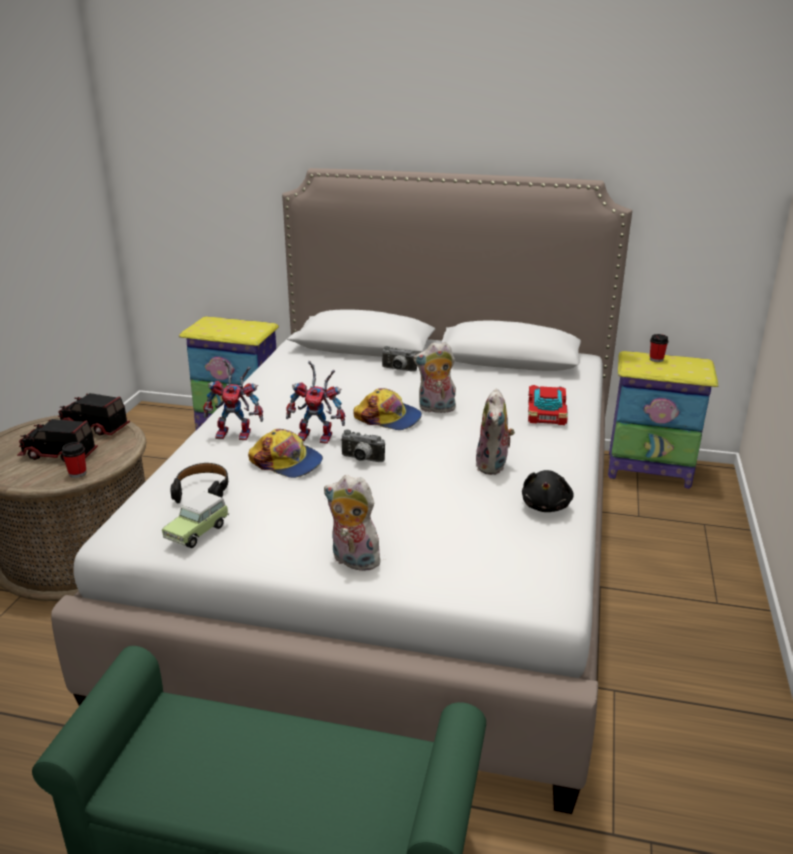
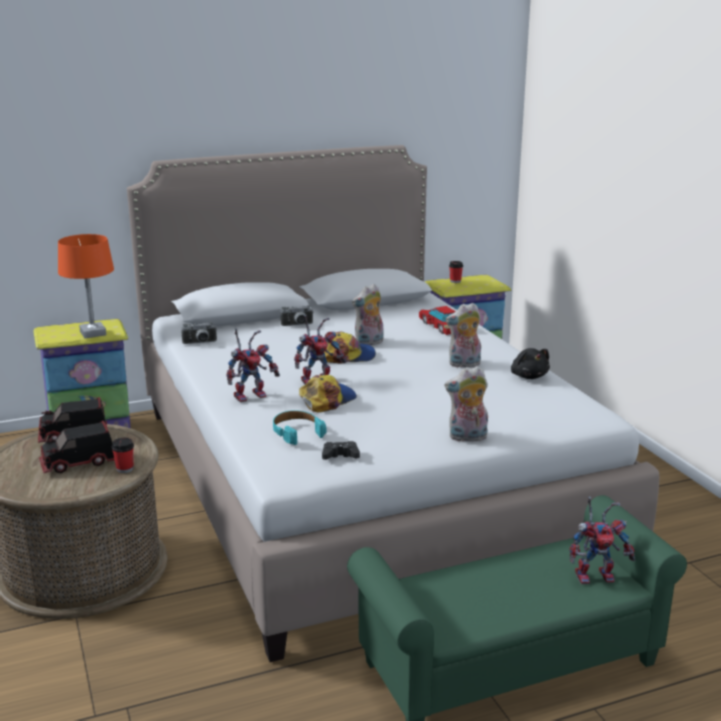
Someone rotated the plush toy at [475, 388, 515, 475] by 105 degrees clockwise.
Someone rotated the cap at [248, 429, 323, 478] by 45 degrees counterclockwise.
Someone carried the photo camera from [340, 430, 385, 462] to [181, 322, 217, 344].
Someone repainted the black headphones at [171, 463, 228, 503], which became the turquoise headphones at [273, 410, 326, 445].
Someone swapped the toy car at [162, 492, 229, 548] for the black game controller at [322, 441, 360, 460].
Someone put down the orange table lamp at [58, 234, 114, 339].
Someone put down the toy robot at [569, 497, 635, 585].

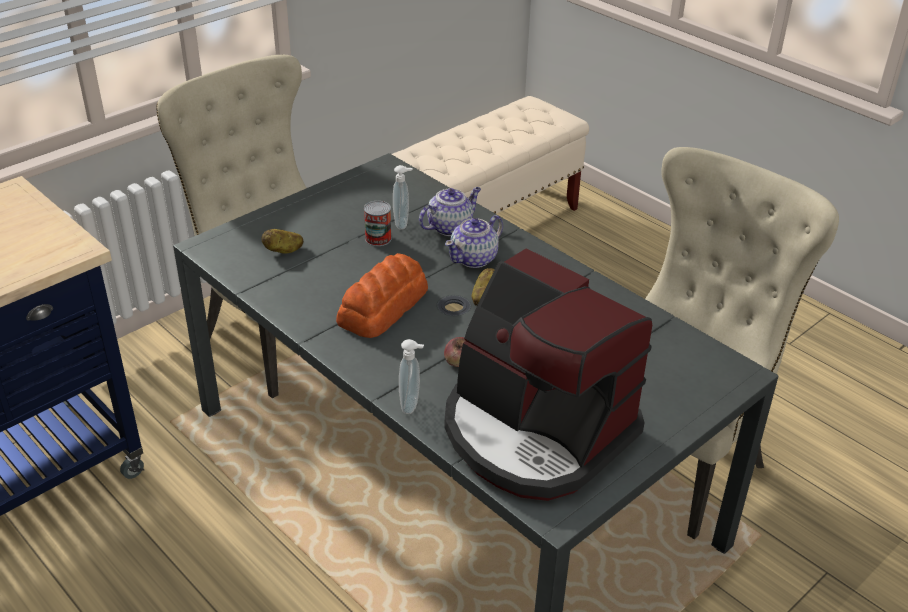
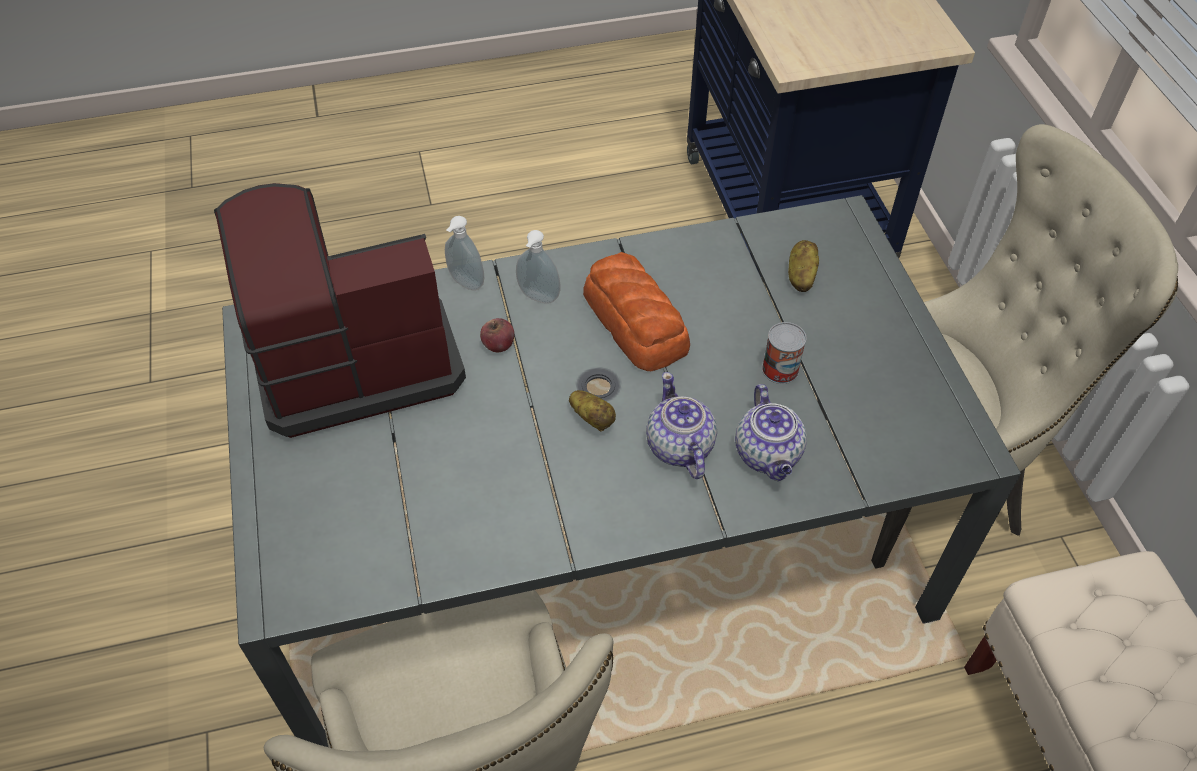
Someone carried the soap dispenser from [393, 165, 412, 230] to [516, 230, 560, 304].

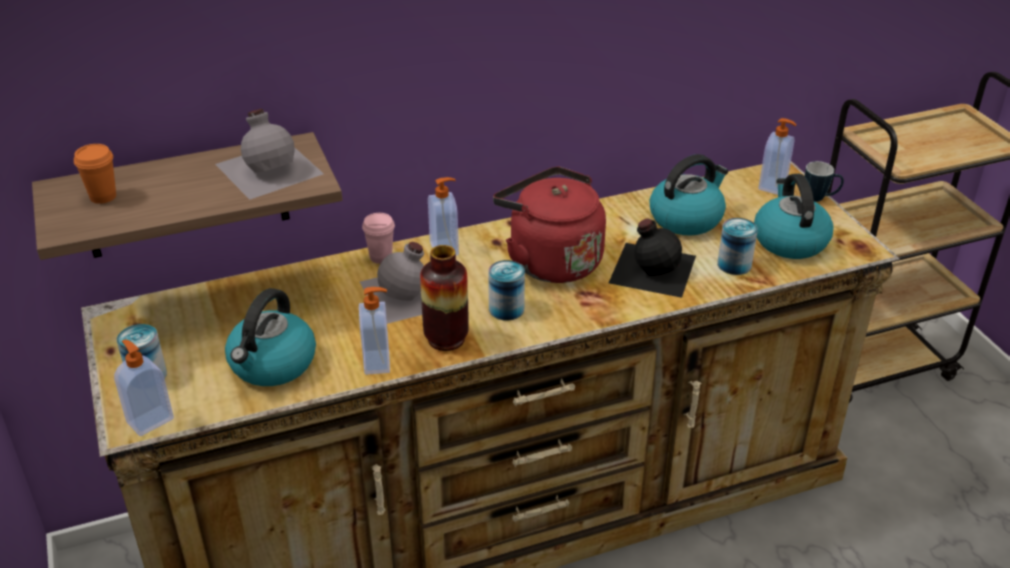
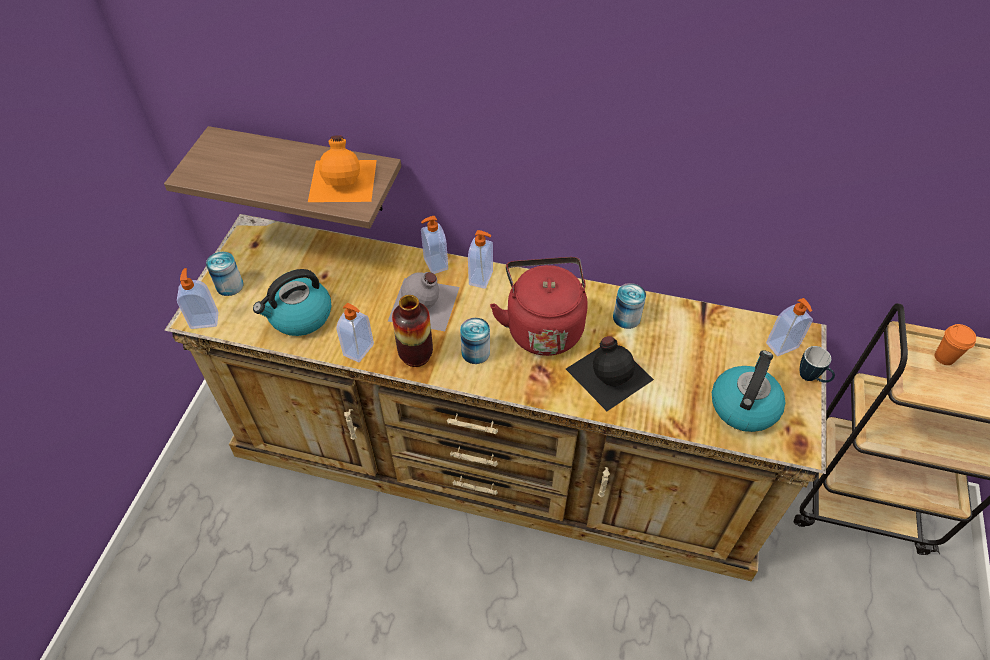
Someone repainted the grey bottle at [215, 109, 324, 199], which became the orange bottle at [308, 135, 377, 202].
Someone carried the orange cup from [74, 144, 116, 204] to [935, 324, 976, 365].
Someone took away the kettle at [650, 154, 728, 235].
Someone swapped the pink cup at [362, 213, 395, 264] for the soap dispenser at [421, 216, 448, 274].
Someone carried the can from [717, 218, 758, 275] to [613, 283, 646, 329].

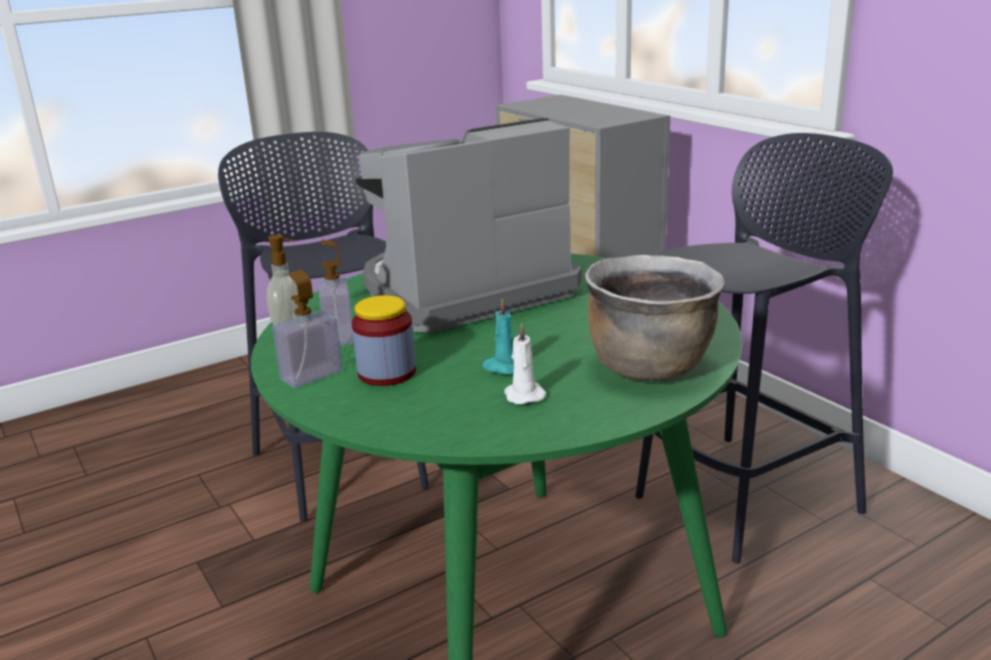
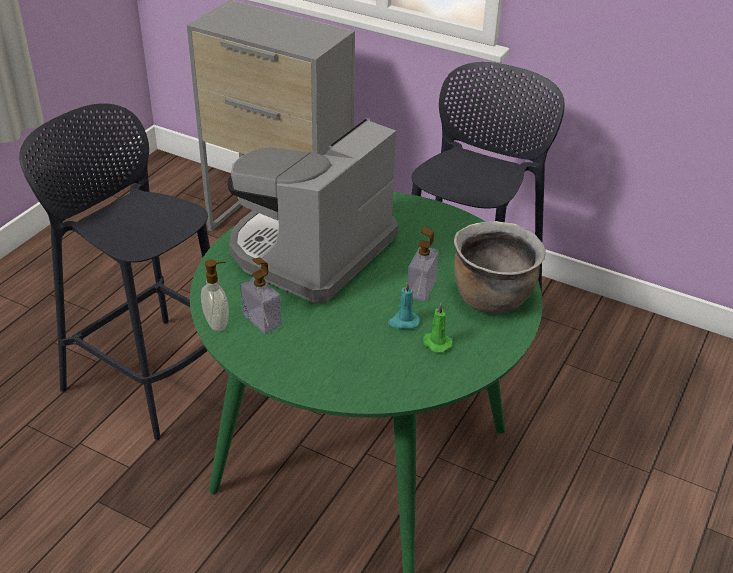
Someone carried the soap dispenser from [272, 270, 343, 388] to [407, 226, 439, 302].
Someone took away the jar at [352, 295, 416, 386].
Someone repainted the white candle at [504, 323, 546, 404], which became the green candle at [423, 304, 453, 353].

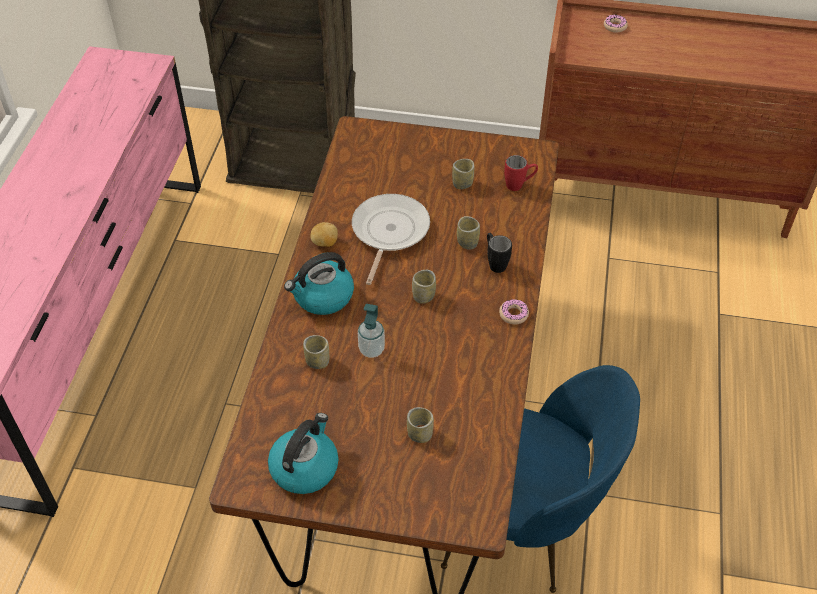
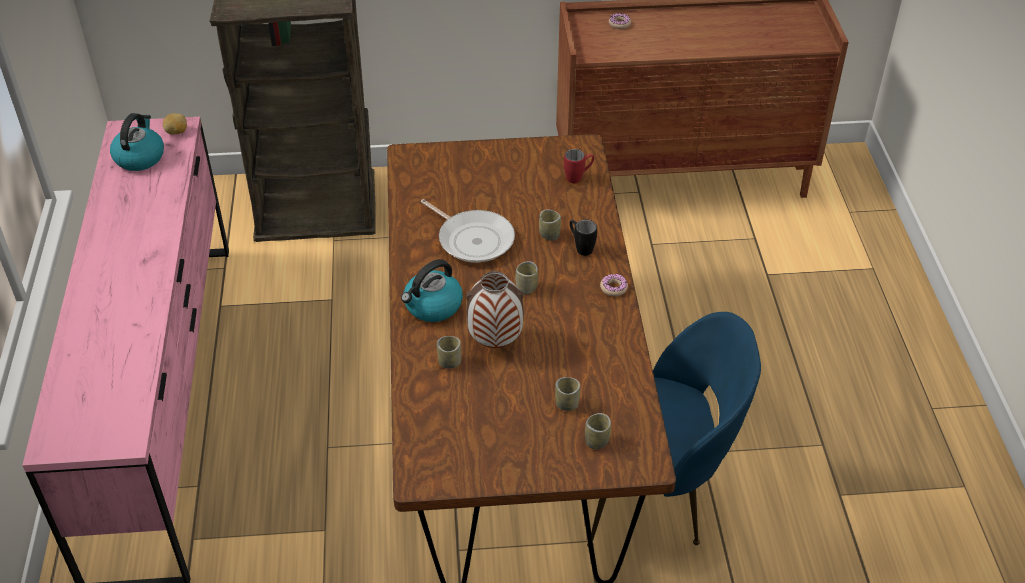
Someone carried the cup from [452, 159, 474, 189] to [585, 413, 611, 449].
Someone rotated the frying pan at [352, 194, 430, 285] by 135 degrees clockwise.
Someone carried the potato from [310, 222, 338, 247] to [163, 113, 187, 135].
Someone swapped the soap dispenser at [358, 304, 385, 358] for the vase at [466, 271, 524, 348].
Someone carried the kettle from [268, 413, 339, 494] to [110, 113, 164, 171].

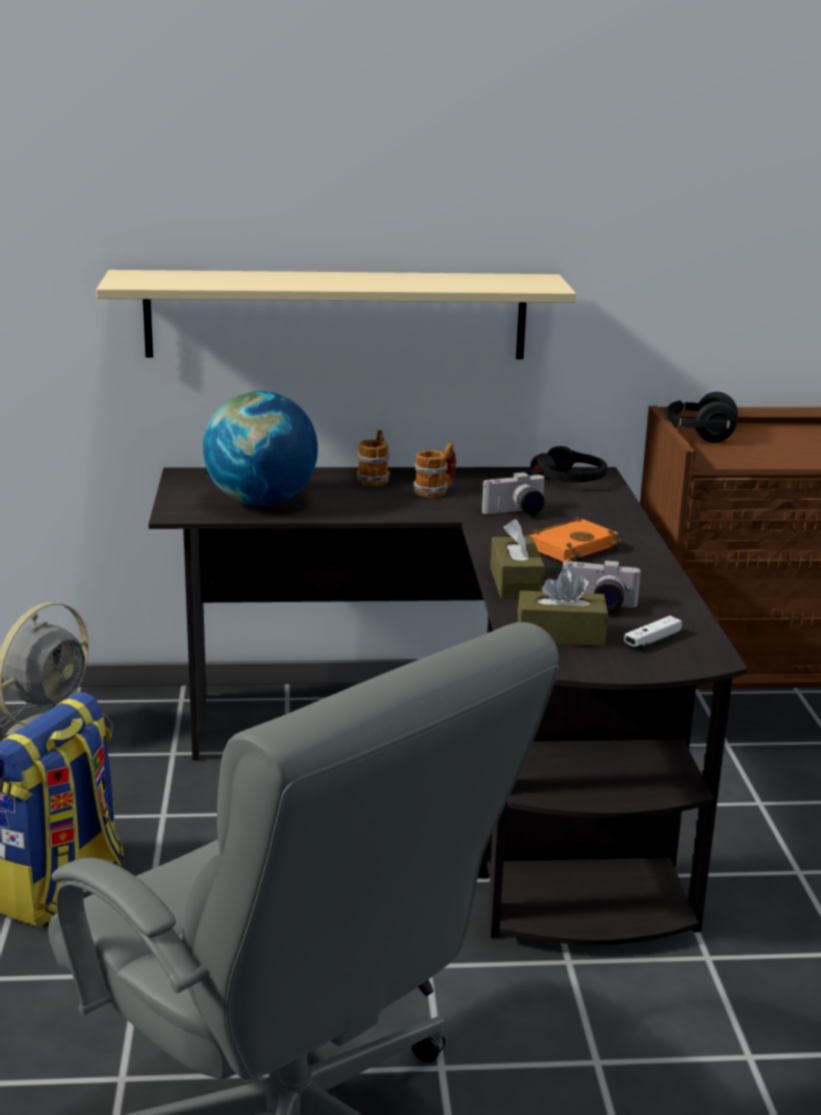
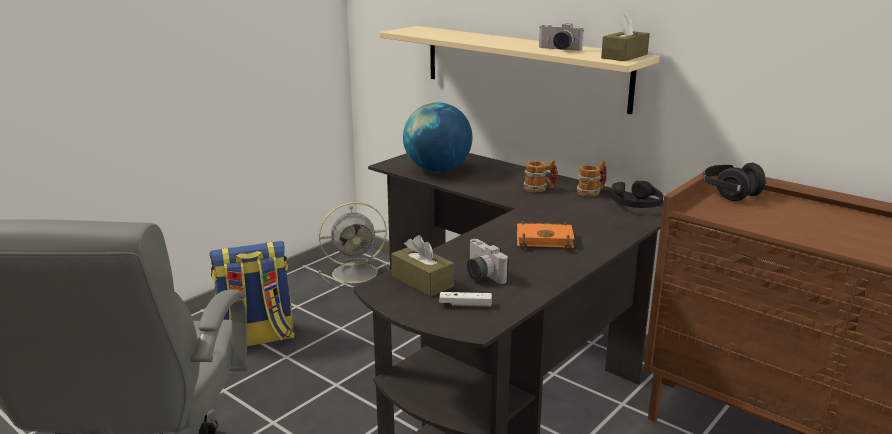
Someone carried the mug from [356, 430, 390, 486] to [577, 160, 607, 197].
Someone carried the photo camera from [481, 472, 546, 515] to [539, 23, 584, 51].
Someone carried the brown tissue box from [490, 519, 545, 599] to [601, 13, 650, 61].

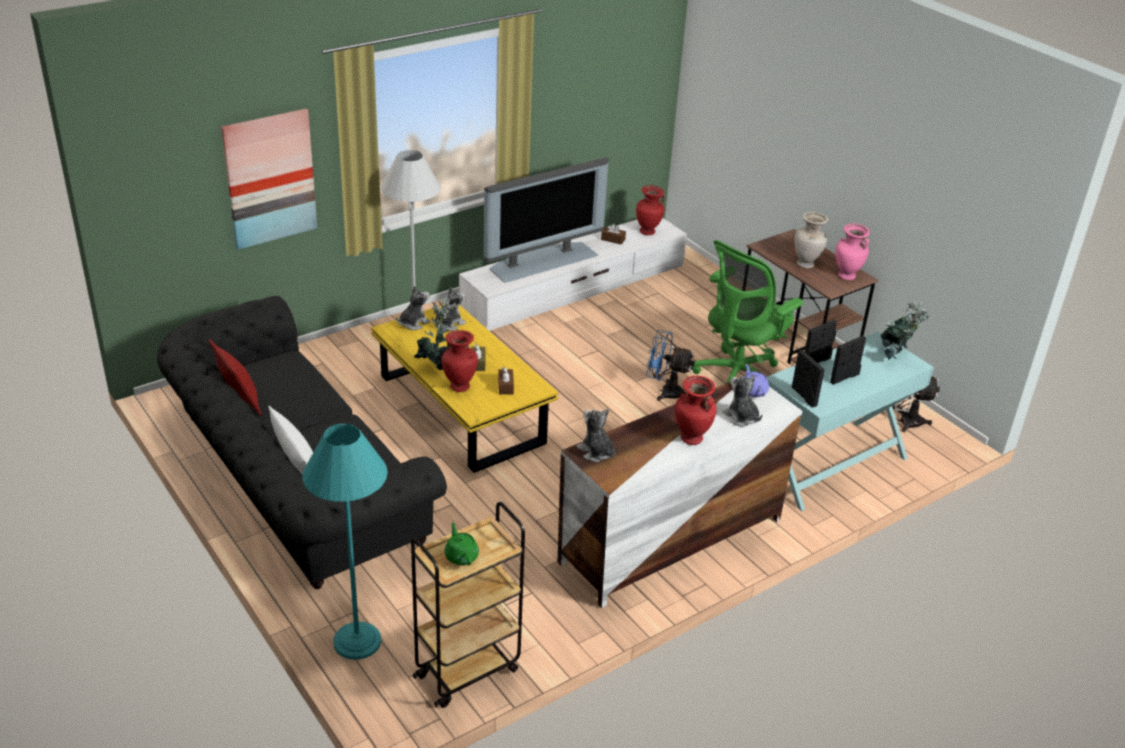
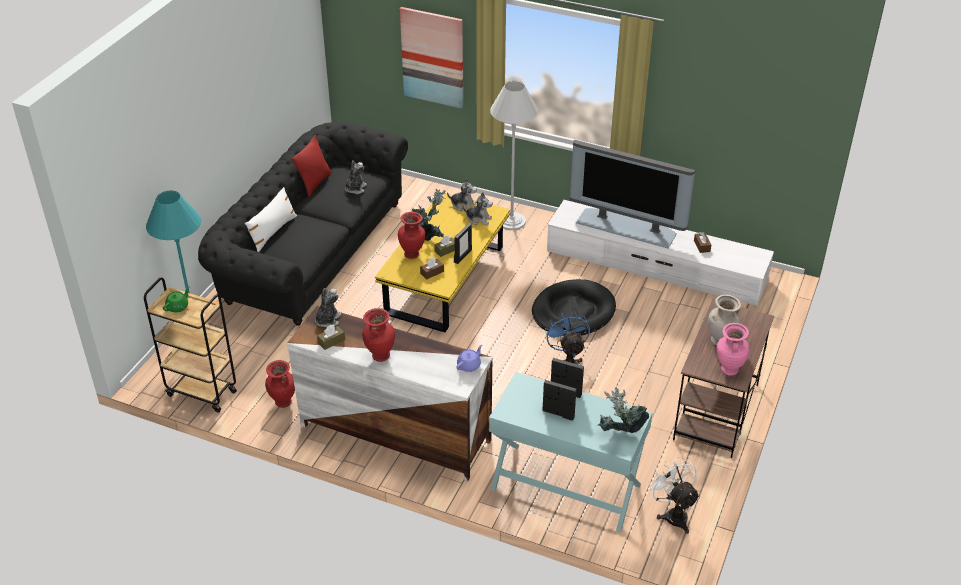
Someone carried the red vase from [636, 185, 665, 235] to [265, 360, 295, 408].
Someone took away the green office chair at [692, 240, 803, 383].
Someone carried the picture frame from [792, 350, 825, 407] to [454, 223, 472, 264].
Someone carried the plush toy from [722, 375, 763, 426] to [345, 161, 366, 194].
Someone put down the black dog bed at [532, 279, 616, 336].
Someone put down the brown tissue box at [317, 325, 345, 350].

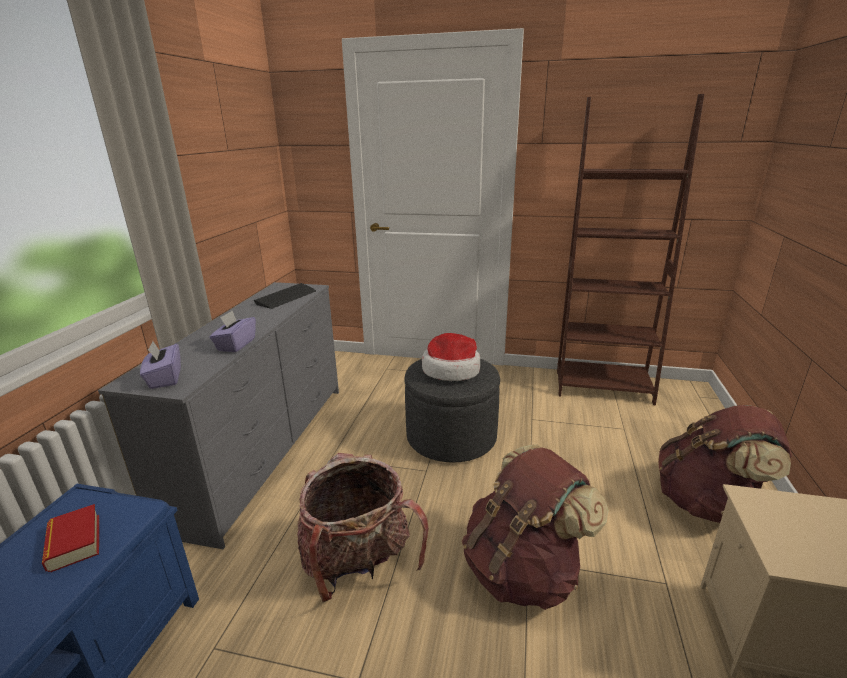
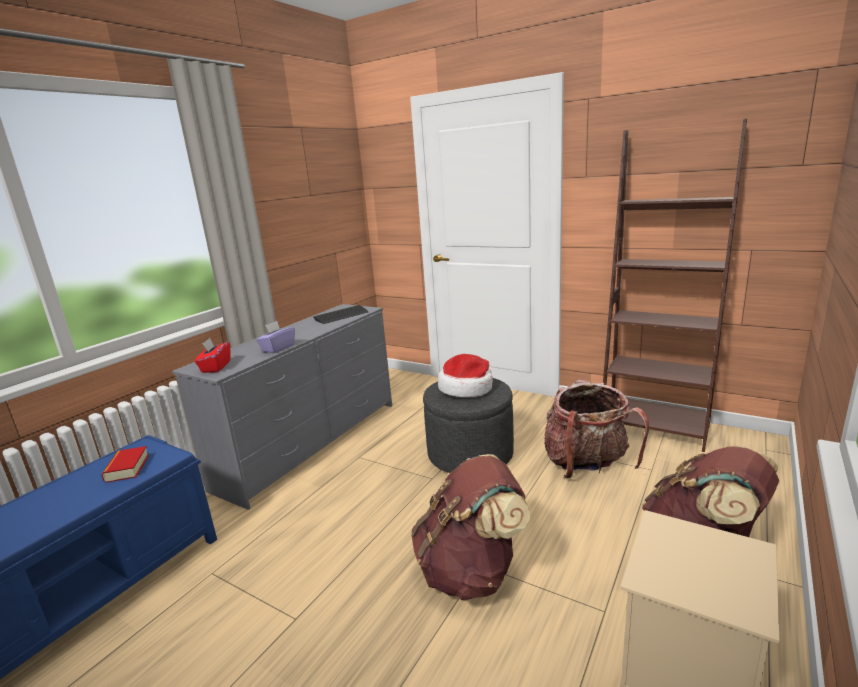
Someone repainted the purple tissue box at [140, 341, 181, 389], which became the red tissue box at [195, 338, 231, 373].
Someone carried the backpack from [297, 453, 429, 602] to [544, 380, 649, 478].

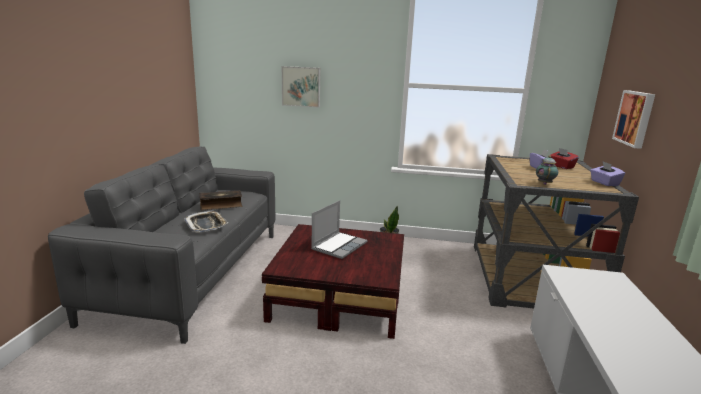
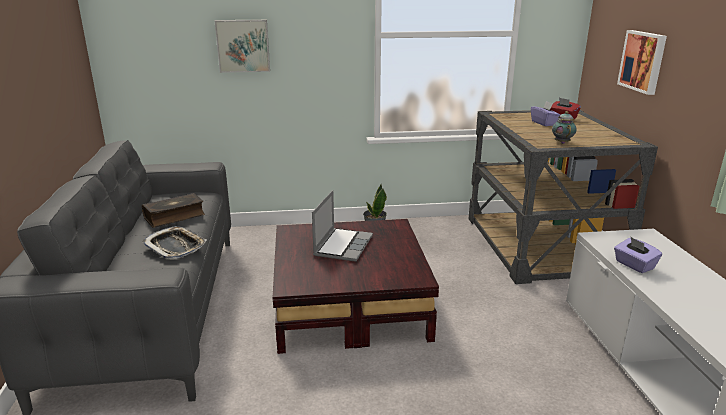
Someone carried the purple tissue box from [590, 162, 625, 186] to [614, 237, 662, 273].

